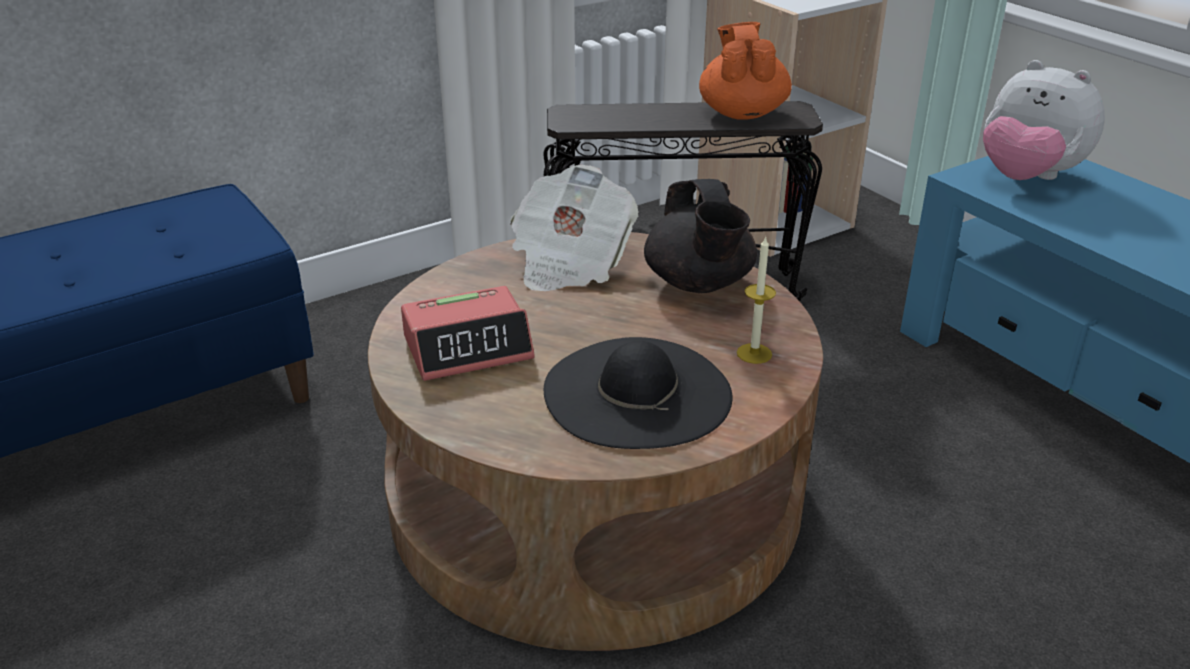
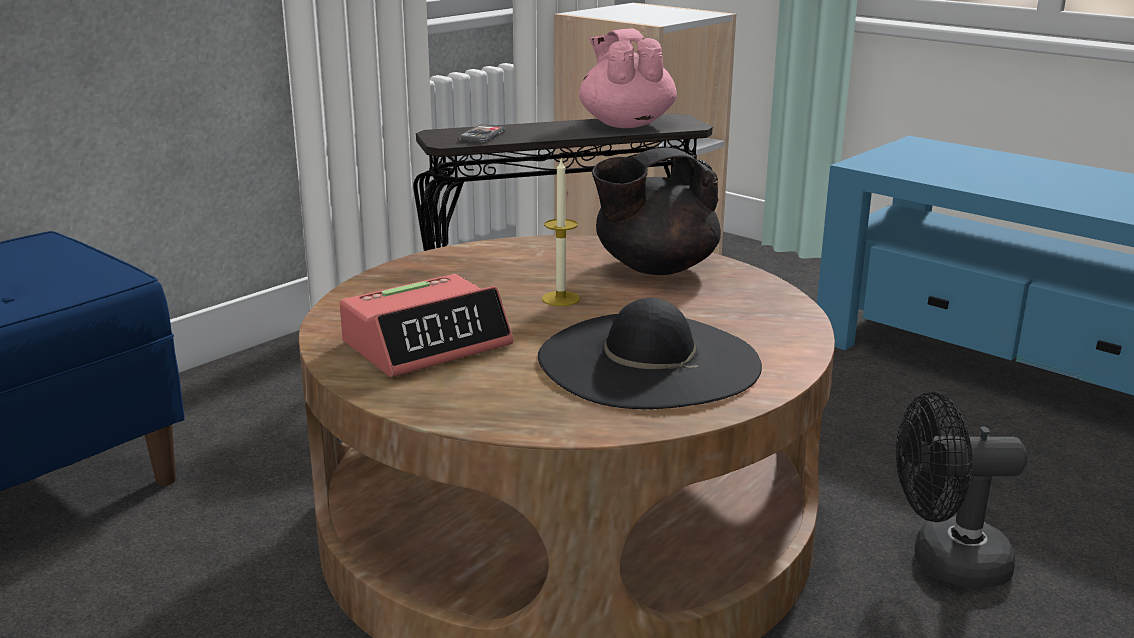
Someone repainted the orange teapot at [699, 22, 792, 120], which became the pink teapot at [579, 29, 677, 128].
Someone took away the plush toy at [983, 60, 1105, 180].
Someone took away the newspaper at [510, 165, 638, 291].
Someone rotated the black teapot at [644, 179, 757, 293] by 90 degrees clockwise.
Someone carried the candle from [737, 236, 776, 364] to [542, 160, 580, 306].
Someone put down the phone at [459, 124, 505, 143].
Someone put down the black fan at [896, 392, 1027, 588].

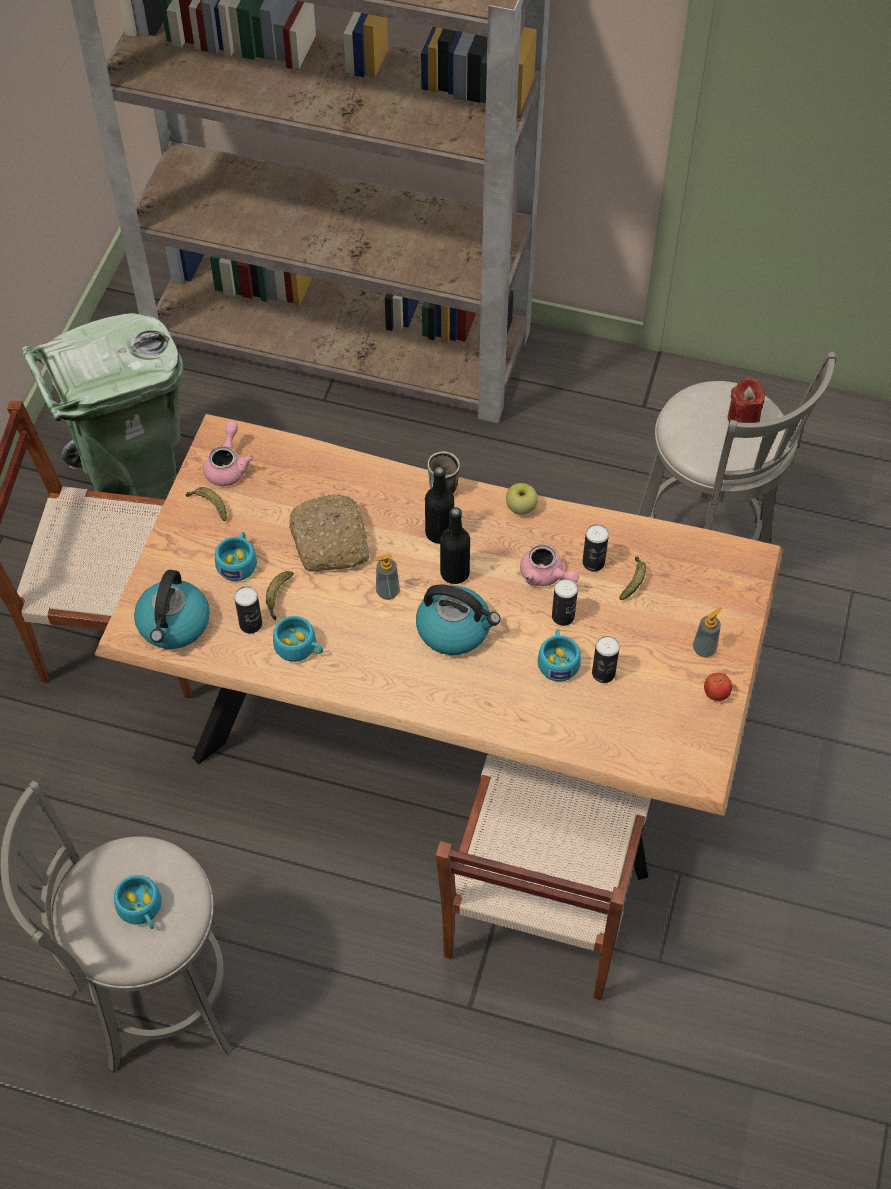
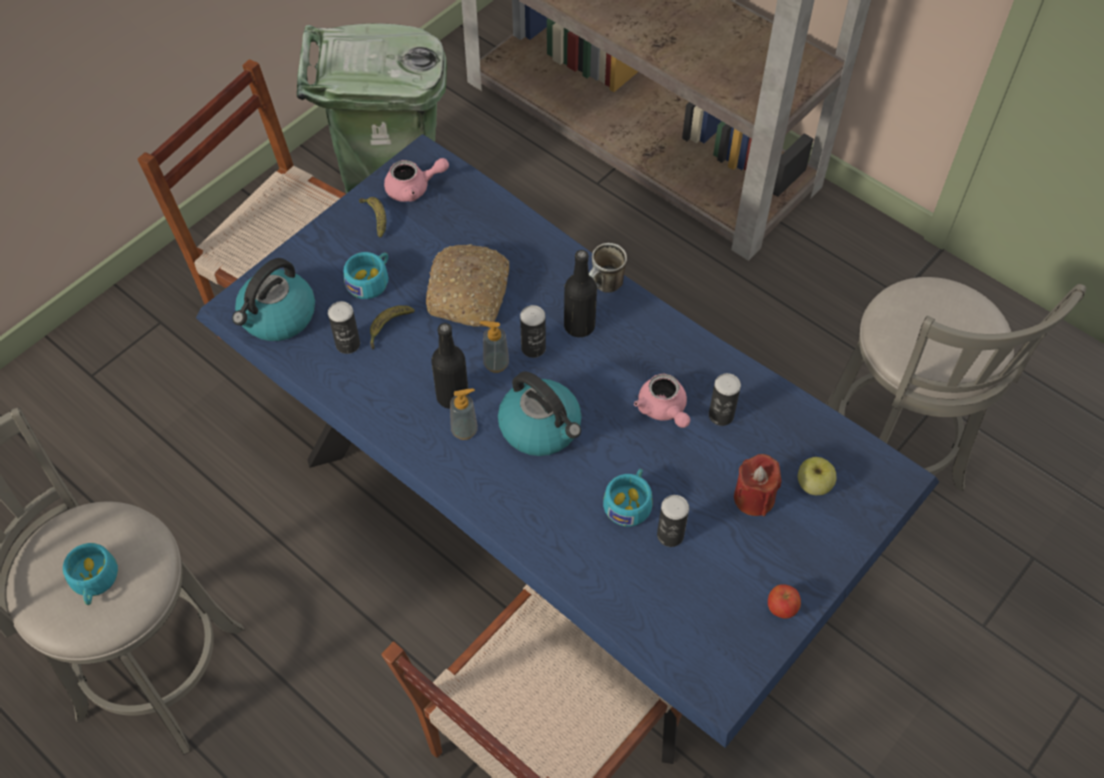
Someone carried the red candle from [728, 378, 765, 423] to [734, 454, 782, 516].
Someone repainted the brown dining table at [94, 414, 783, 880], which became the blue dining table at [196, 134, 939, 764].
Someone rotated the pink teapot at [203, 421, 254, 486] by 45 degrees clockwise.
Someone carried the apple from [506, 483, 538, 515] to [798, 457, 837, 495].
Someone carried the black bottle from [440, 507, 470, 584] to [431, 323, 469, 409].
Someone took away the banana at [619, 557, 646, 600].
Someone carried the can from [552, 578, 578, 626] to [520, 305, 546, 358].
Someone carried the soap dispenser from [693, 607, 723, 657] to [450, 389, 478, 440].
Someone took away the turquoise cup at [273, 616, 323, 662].

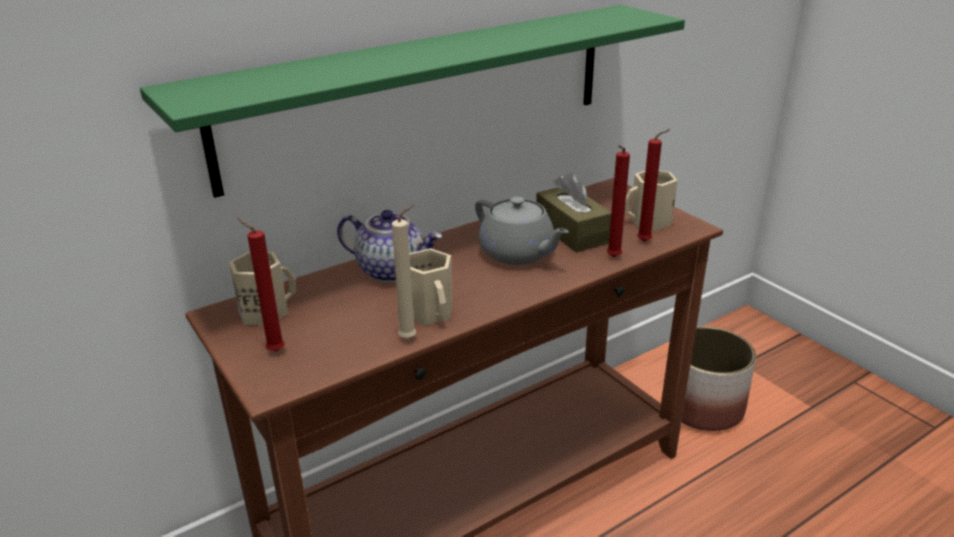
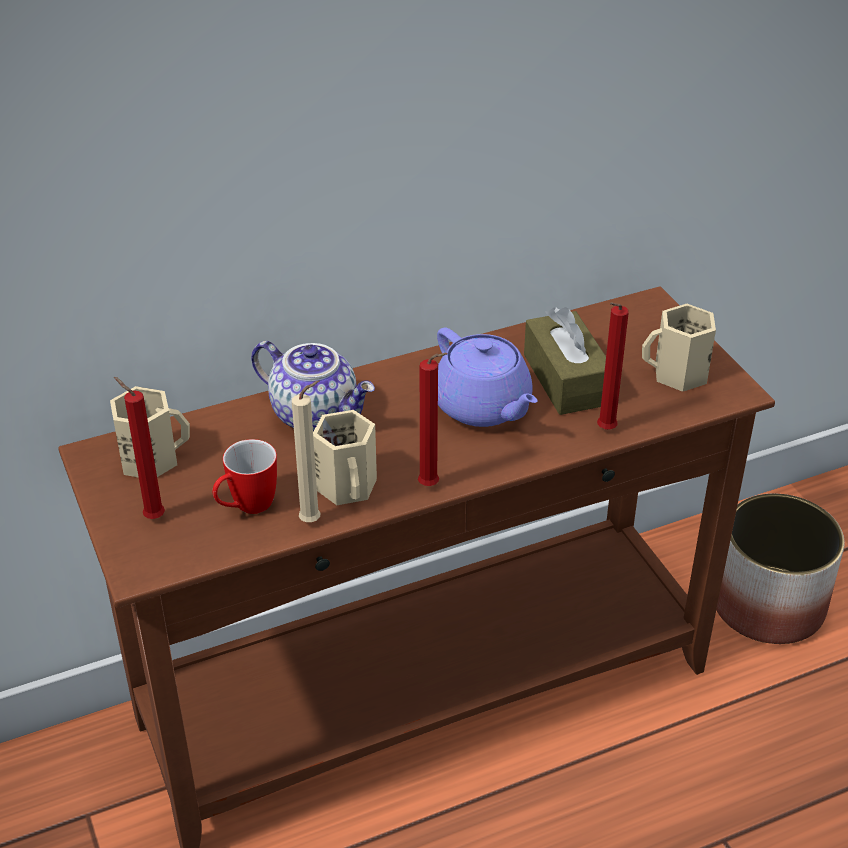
Someone took away the green shelf at [140, 5, 685, 198].
Someone carried the red candle from [637, 129, 671, 242] to [418, 353, 448, 486].
Someone repainted the grey teapot at [475, 197, 569, 265], which became the purple teapot at [437, 328, 538, 427].
Someone put down the mug at [212, 439, 277, 514].

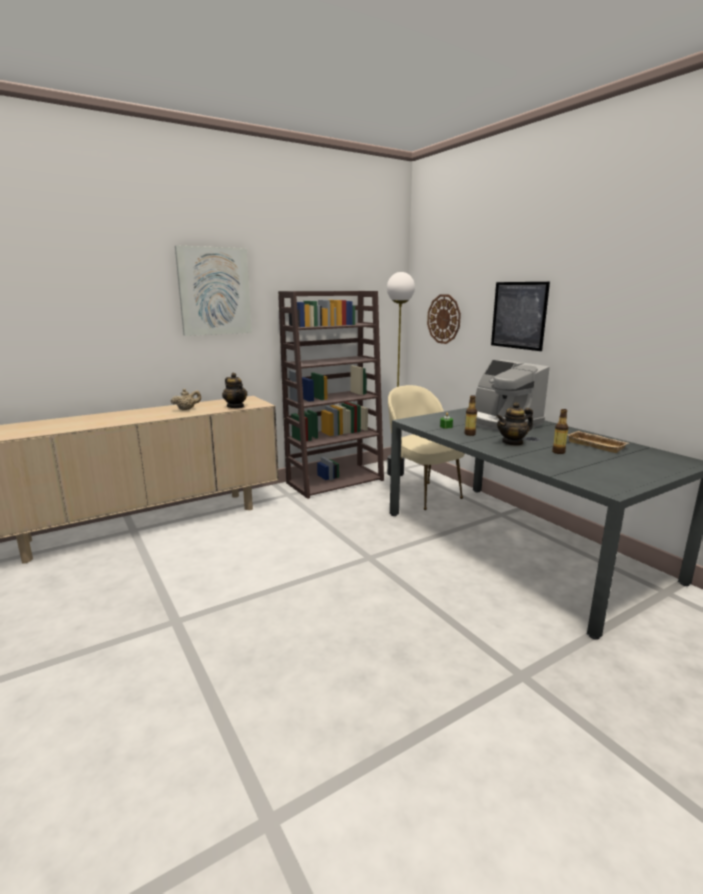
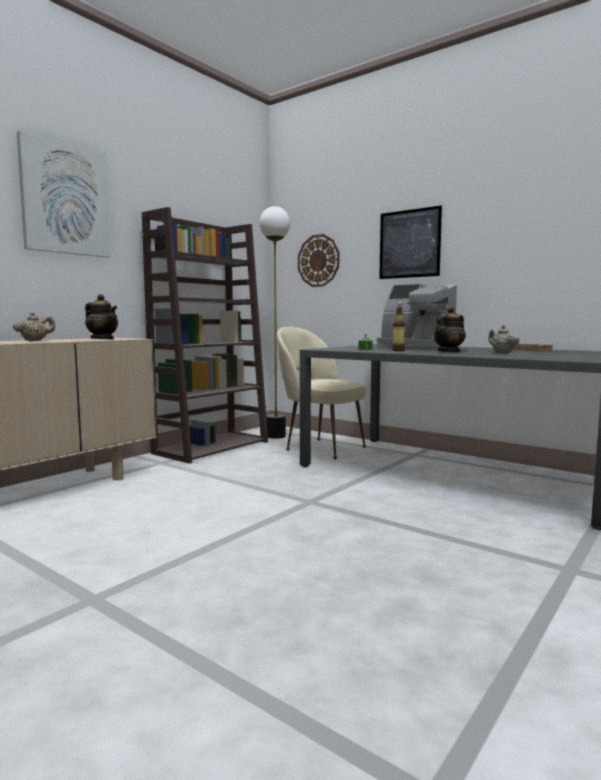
Someone swapped the bottle at [552, 409, 569, 454] for the beige teapot at [488, 325, 520, 353].

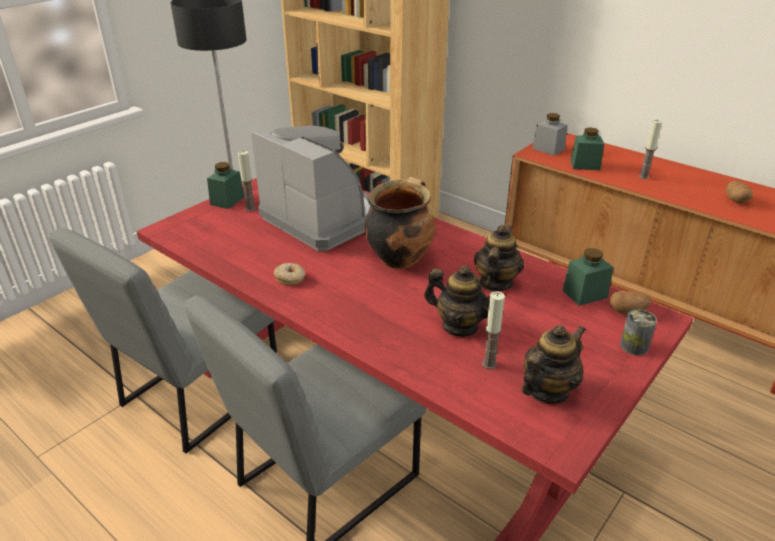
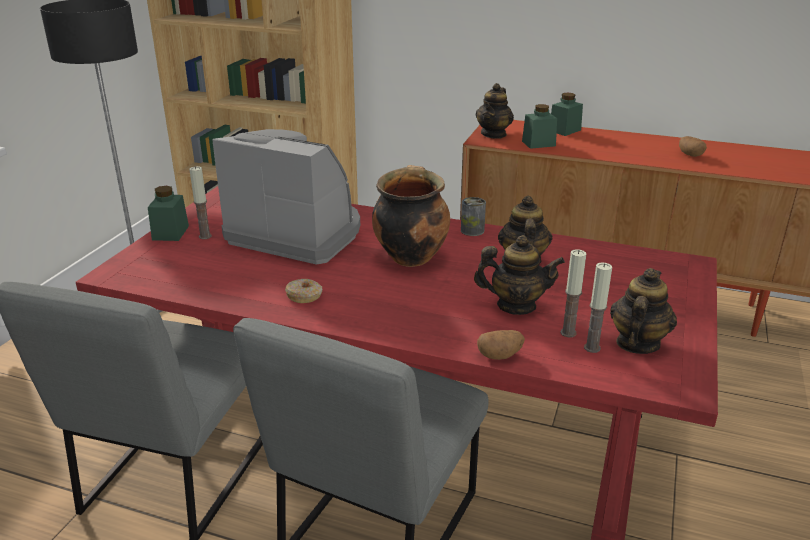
Someone swapped the grey jar at [533, 113, 568, 156] for the teapot at [476, 83, 514, 139].
Someone carried the candle from [639, 120, 662, 179] to [584, 262, 612, 353].
Someone carried the green jar from [562, 248, 613, 306] to [551, 93, 583, 136].
Someone carried the potato from [610, 291, 651, 315] to [477, 330, 525, 360].
Someone carried the can from [620, 309, 657, 356] to [461, 197, 486, 236].

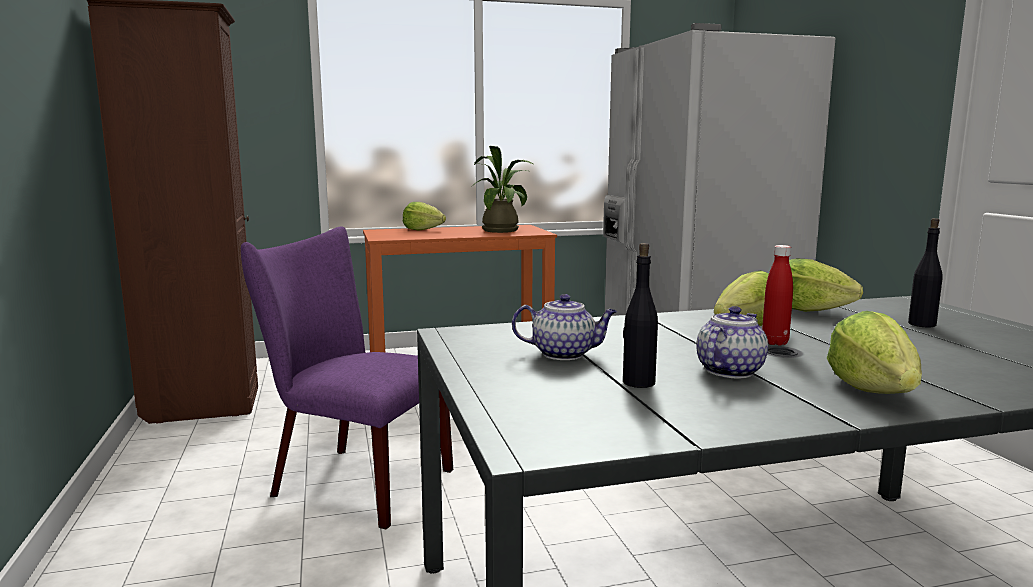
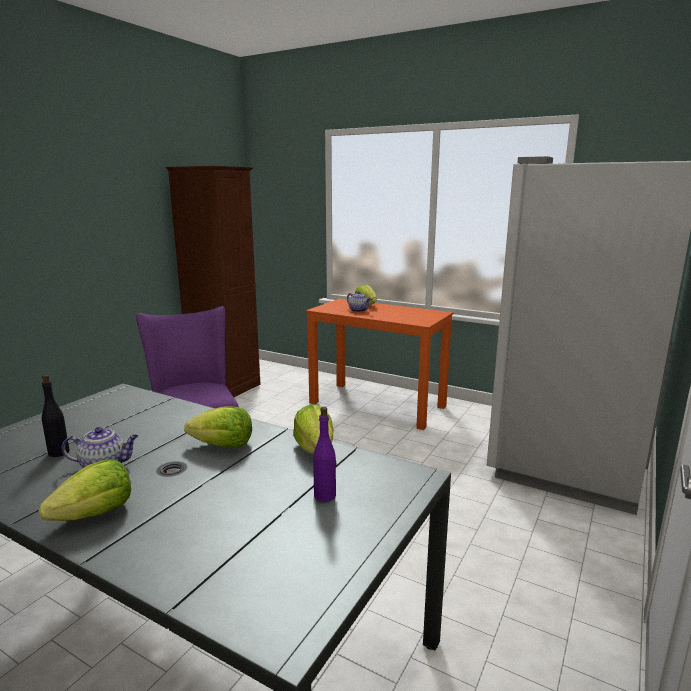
Someone took away the potted plant at [471, 146, 533, 233].
Someone repainted the black bottle at [908, 218, 943, 327], which became the purple bottle at [313, 407, 337, 502].
Someone took away the red bottle at [762, 245, 793, 346].
Someone carried the teapot from [512, 294, 617, 360] to [347, 291, 371, 312].

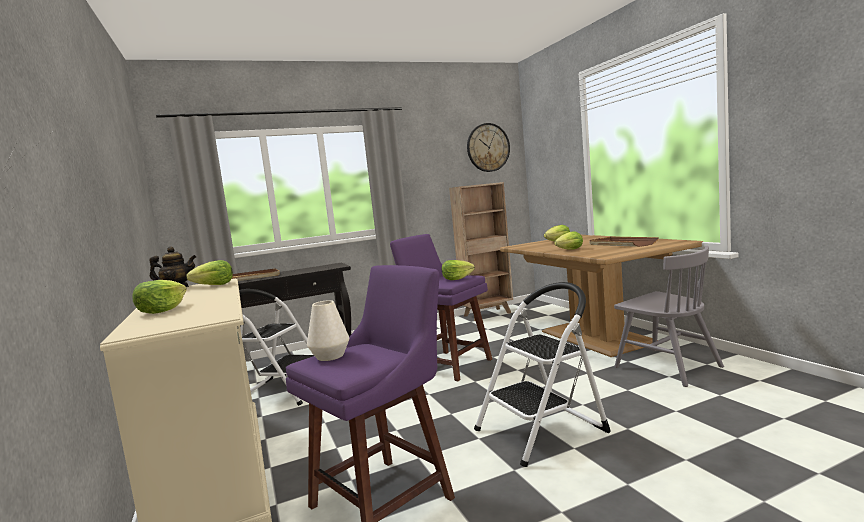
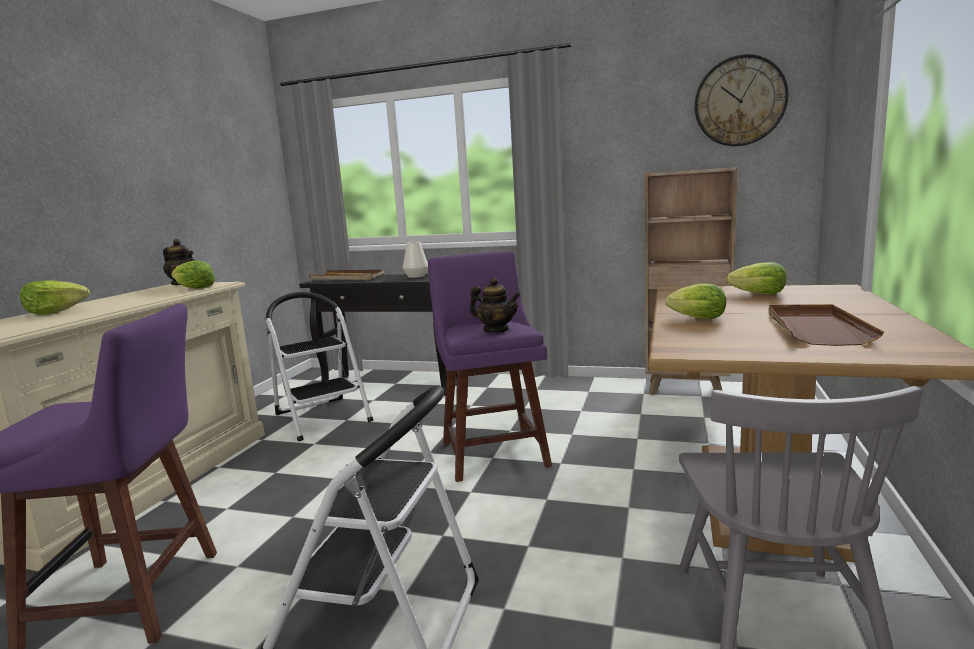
Someone swapped the lettuce at [442, 260, 475, 280] for the teapot at [470, 277, 521, 333].
Someone carried the white vase from [307, 300, 349, 361] to [403, 242, 428, 278].

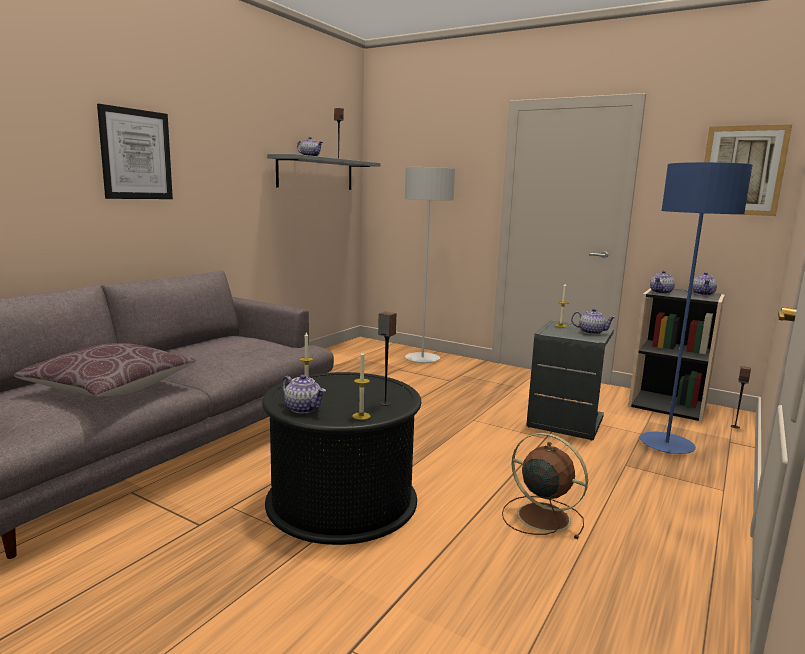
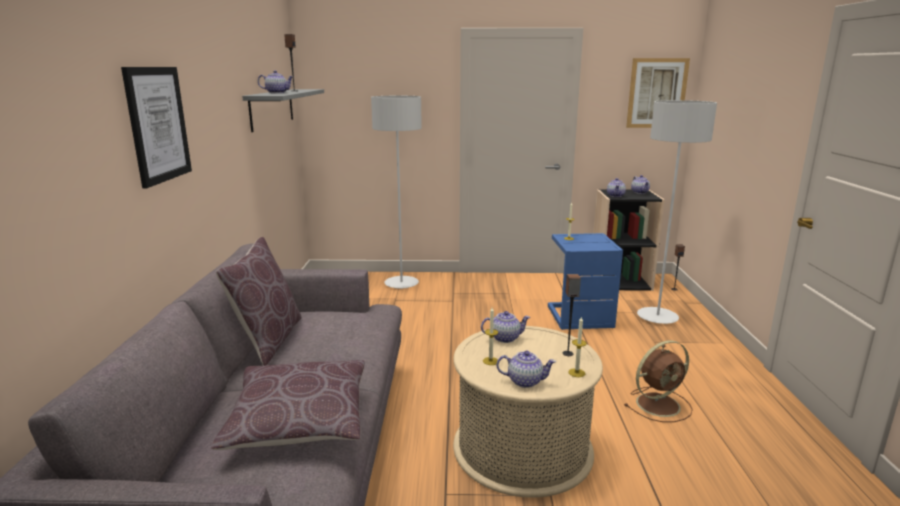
Someone repainted the blue floor lamp at [640, 162, 753, 454], which became the grey floor lamp at [637, 100, 717, 324].
Someone carried the teapot from [571, 308, 616, 335] to [481, 311, 531, 343].
Someone repainted the grey side table at [526, 321, 614, 441], which became the blue side table at [548, 233, 623, 330].
Someone repainted the black coffee table at [262, 372, 421, 545], which became the beige coffee table at [453, 326, 603, 498].
Someone rotated the brown fan at [502, 433, 588, 539] by 150 degrees clockwise.
Someone put down the brown pillow at [216, 237, 302, 366].

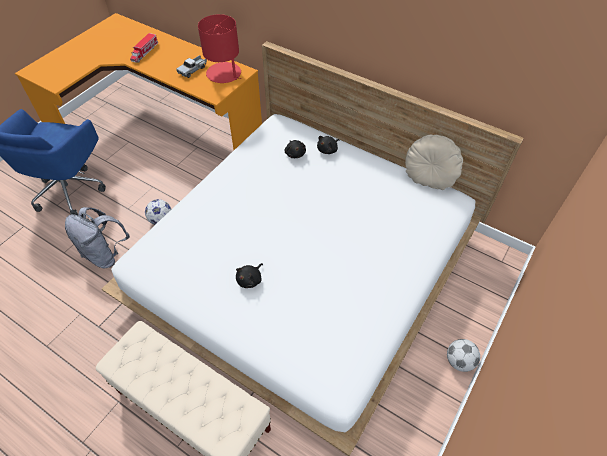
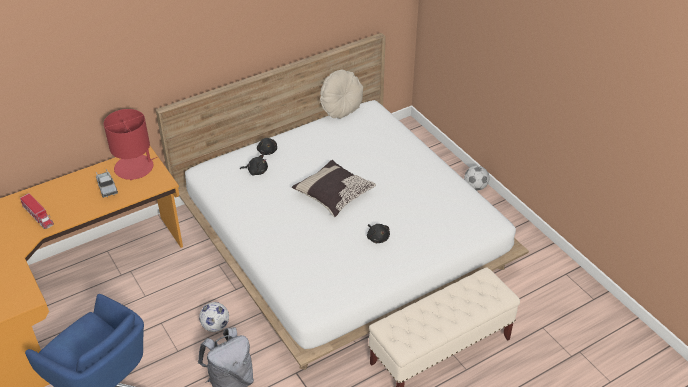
Someone put down the pillow at [291, 160, 376, 217].

